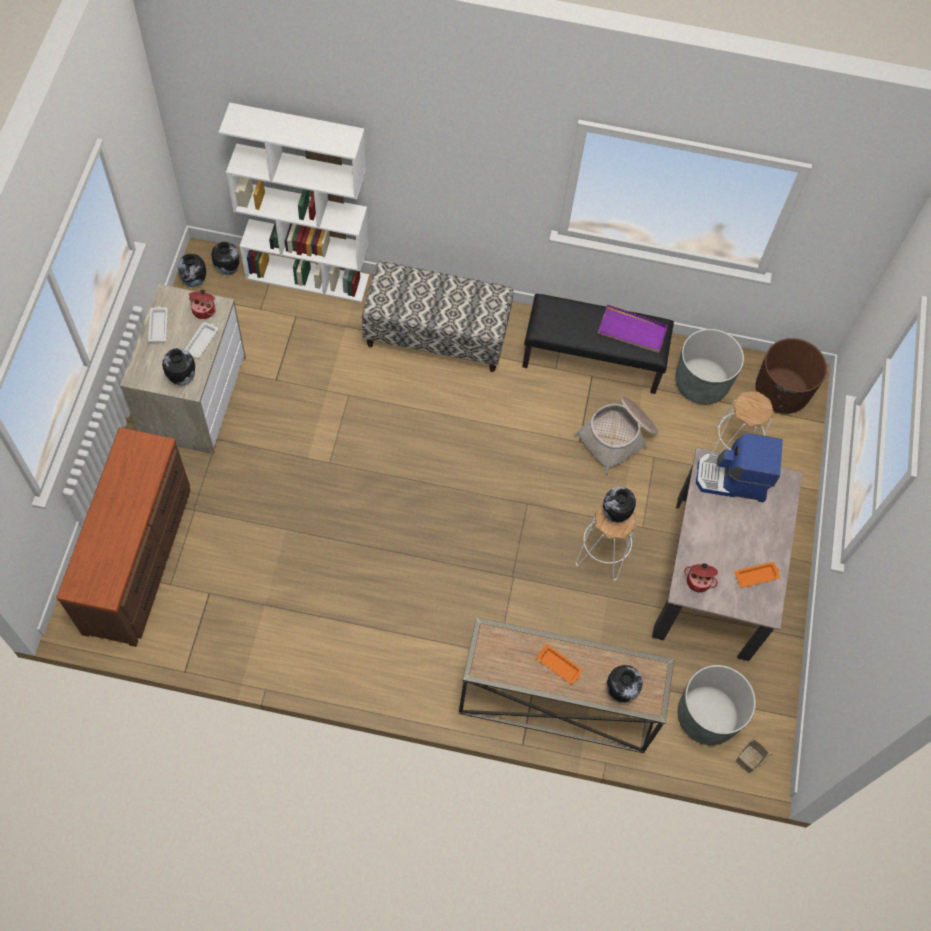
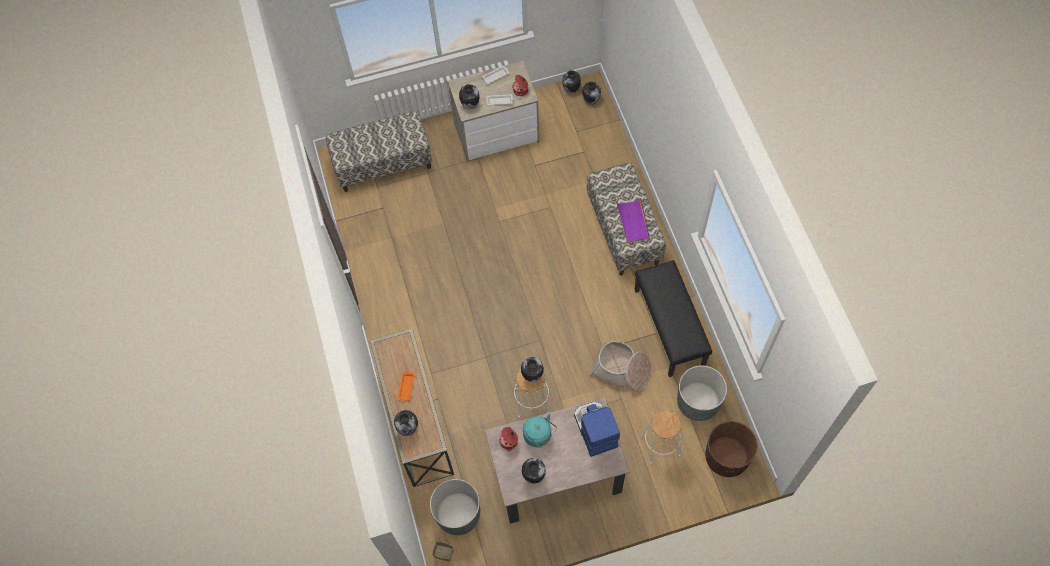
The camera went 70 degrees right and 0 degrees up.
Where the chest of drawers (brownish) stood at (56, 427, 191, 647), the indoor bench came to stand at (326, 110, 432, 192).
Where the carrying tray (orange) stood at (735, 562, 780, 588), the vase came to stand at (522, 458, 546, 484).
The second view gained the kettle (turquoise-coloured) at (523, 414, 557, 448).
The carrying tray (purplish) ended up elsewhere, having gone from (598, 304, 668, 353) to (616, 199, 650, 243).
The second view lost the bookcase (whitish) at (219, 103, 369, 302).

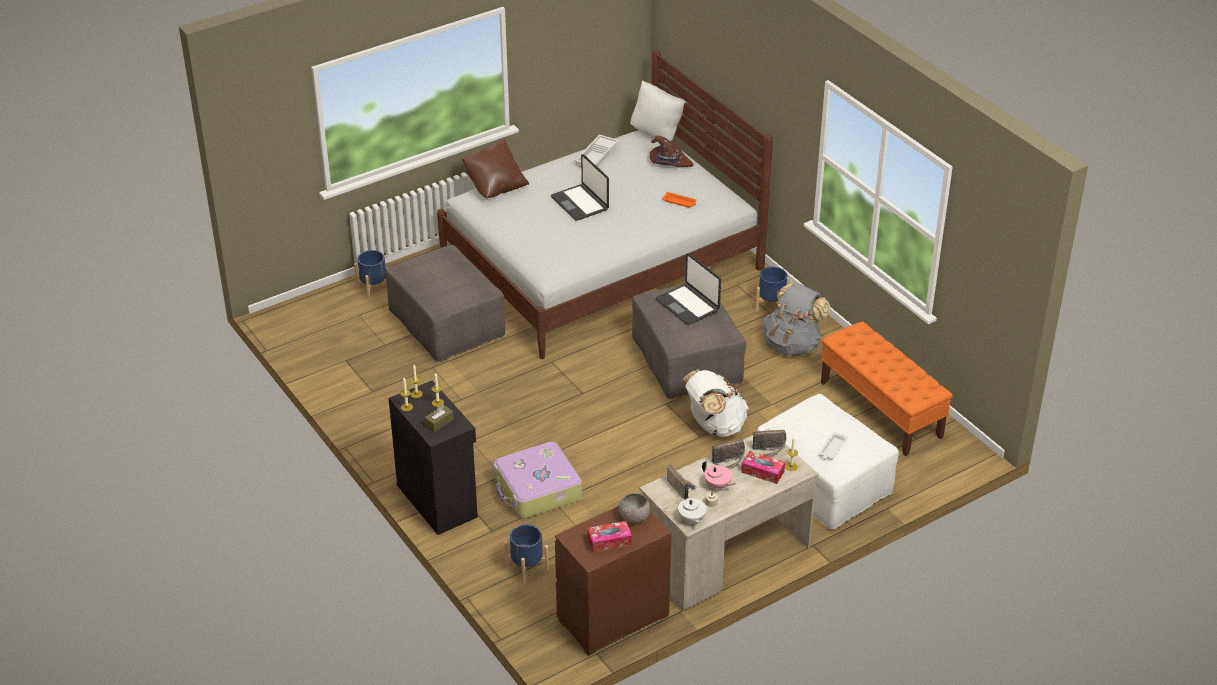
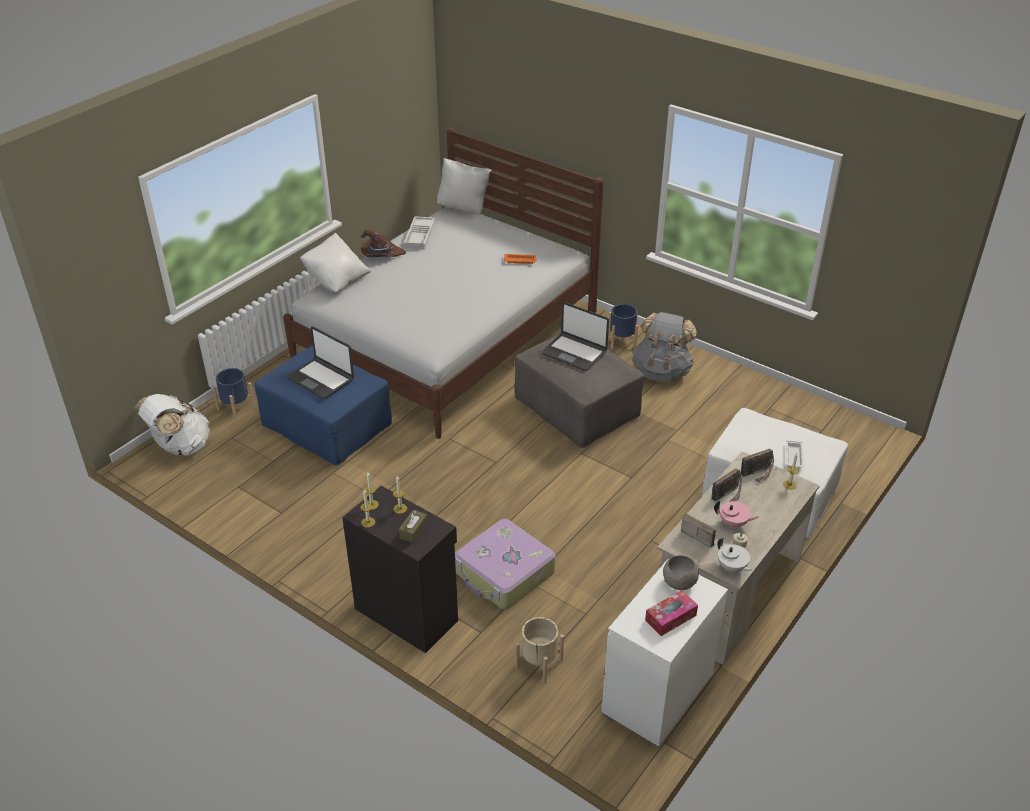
The camera went 20 degrees left and 0 degrees up.
The rucksack (whitish) ended up elsewhere, having gone from (682, 370, 749, 437) to (135, 394, 210, 456).
What was the pouffe (greyish) at (385, 245, 505, 362) turned into the pouffe (blue) at (255, 346, 392, 465).
The notebook computer ended up elsewhere, having gone from (551, 154, 609, 221) to (287, 326, 354, 399).
What was the pillow (brownish) at (462, 139, 529, 198) turned into the pillow (whitish) at (300, 232, 371, 292).
The hat (brownish) ended up elsewhere, having gone from (650, 136, 694, 168) to (361, 229, 406, 257).
What was the planter (blue) at (504, 524, 549, 584) turned into the planter (sand-coloured) at (516, 617, 564, 684).
What was the chest of drawers (brownish) at (555, 506, 672, 656) turned into the chest of drawers (whitish) at (601, 559, 728, 748).
The second view lost the box of tissues at (741, 451, 785, 484).
The second view lost the indoor bench (orange) at (821, 322, 953, 456).

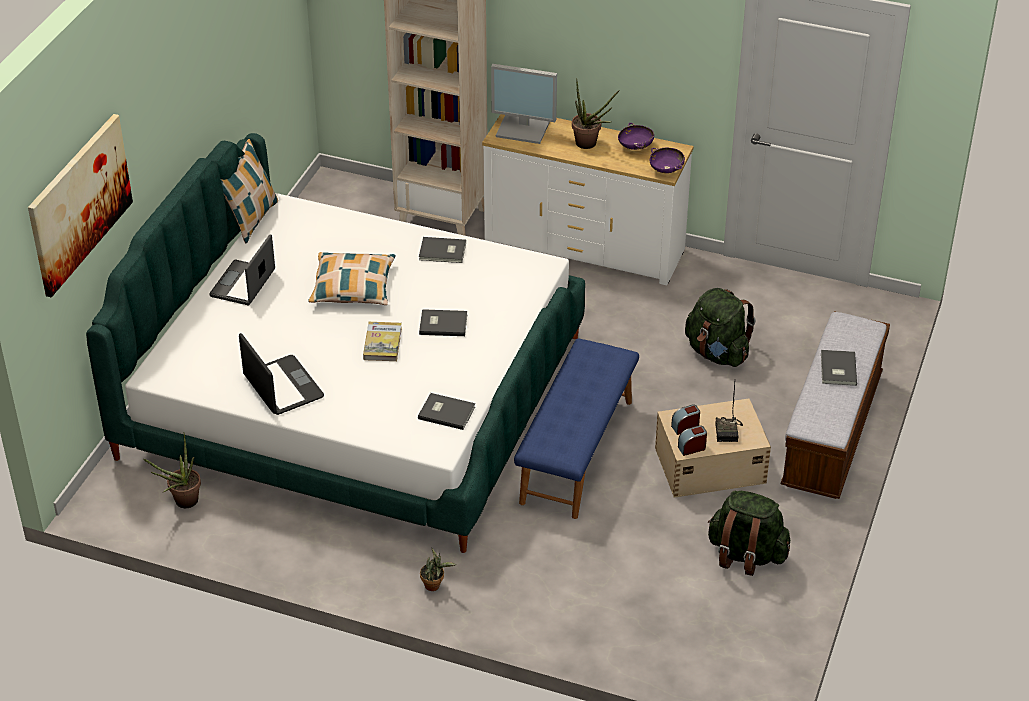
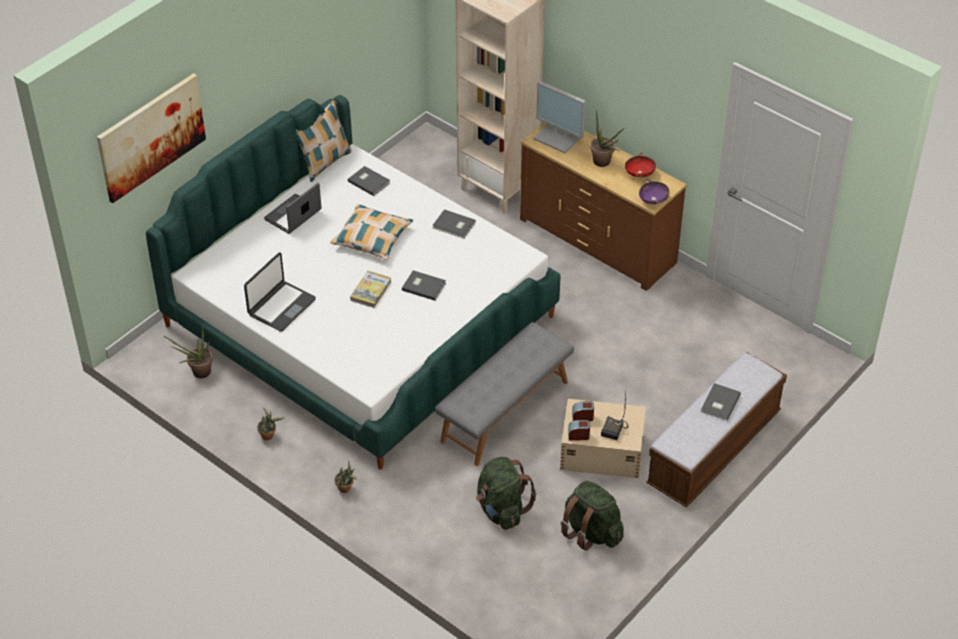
The camera went 20 degrees right and 5 degrees up.
The notebook computer at (239, 333, 324, 415) ended up facing another way, 45 degrees clockwise from before.
The second view gained the plant in a pot at (257, 408, 285, 440).
The volume (greyish) ended up elsewhere, having gone from (418, 393, 475, 430) to (348, 166, 390, 196).
What was the indoor bench (blue) at (514, 338, 639, 519) turned into the indoor bench (greyish) at (435, 322, 574, 466).
The rucksack (green) ended up elsewhere, having gone from (685, 288, 756, 367) to (476, 457, 537, 530).
What was the chest of drawers (whitish) at (482, 114, 694, 285) turned into the chest of drawers (brownish) at (520, 123, 687, 291).
What was the serving bowl (purplish) at (618, 123, 654, 150) turned into the serving bowl (red) at (625, 153, 656, 178).

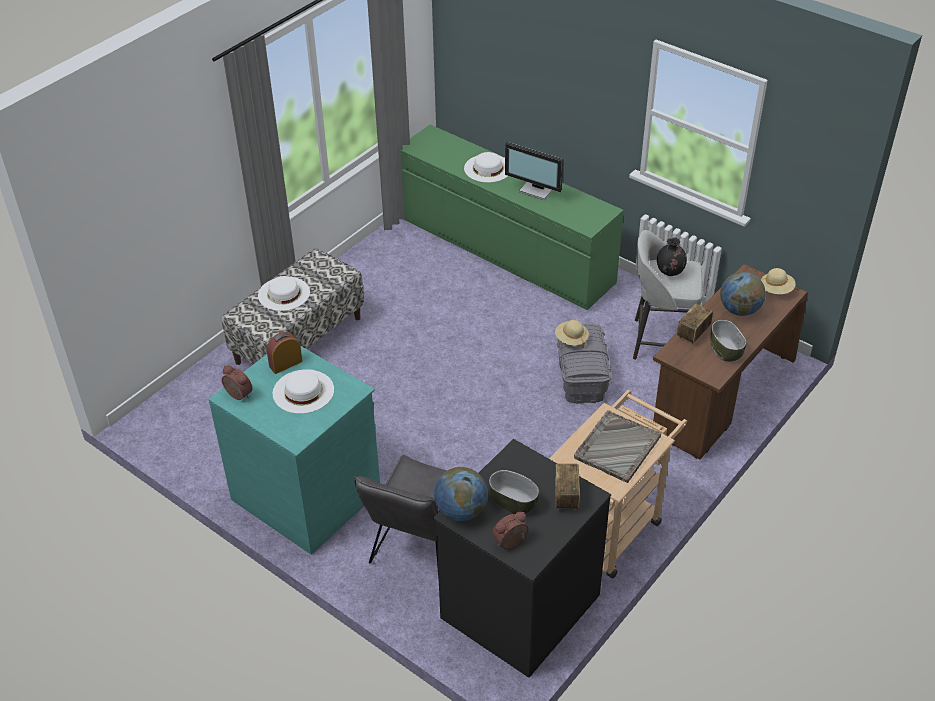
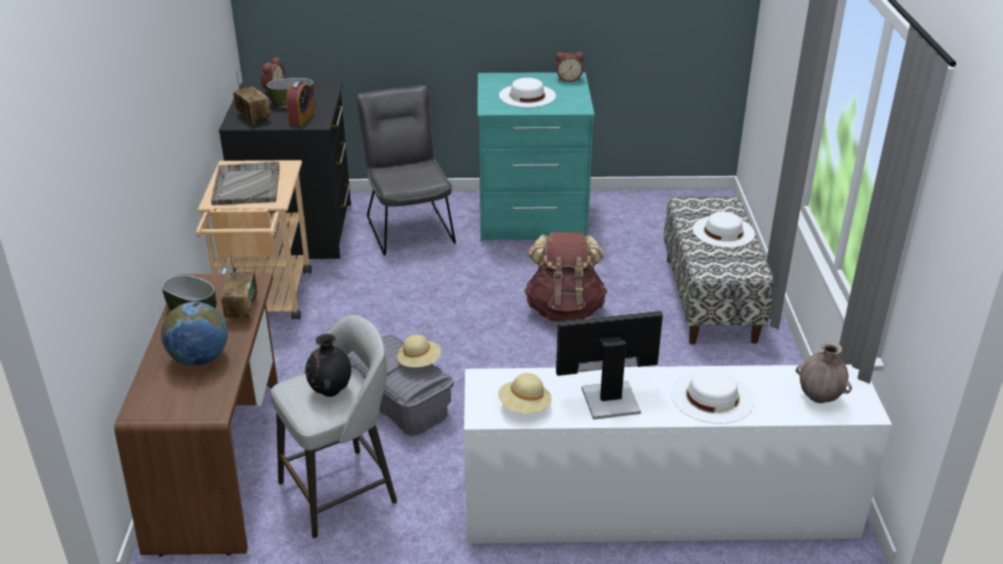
The camera went 140 degrees right and 10 degrees down.
The bedside clock ended up elsewhere, having gone from (267, 332, 303, 374) to (286, 81, 314, 126).
What was the chest of drawers (green) at (400, 125, 624, 310) turned into the chest of drawers (whitish) at (464, 365, 892, 544).
The hat (sand-coloured) ended up elsewhere, having gone from (761, 268, 796, 294) to (498, 373, 552, 414).
The second view gained the rucksack (brownish) at (524, 232, 607, 322).
The second view gained the vase (brownish) at (796, 341, 852, 403).
The second view lost the world globe at (434, 467, 488, 521).

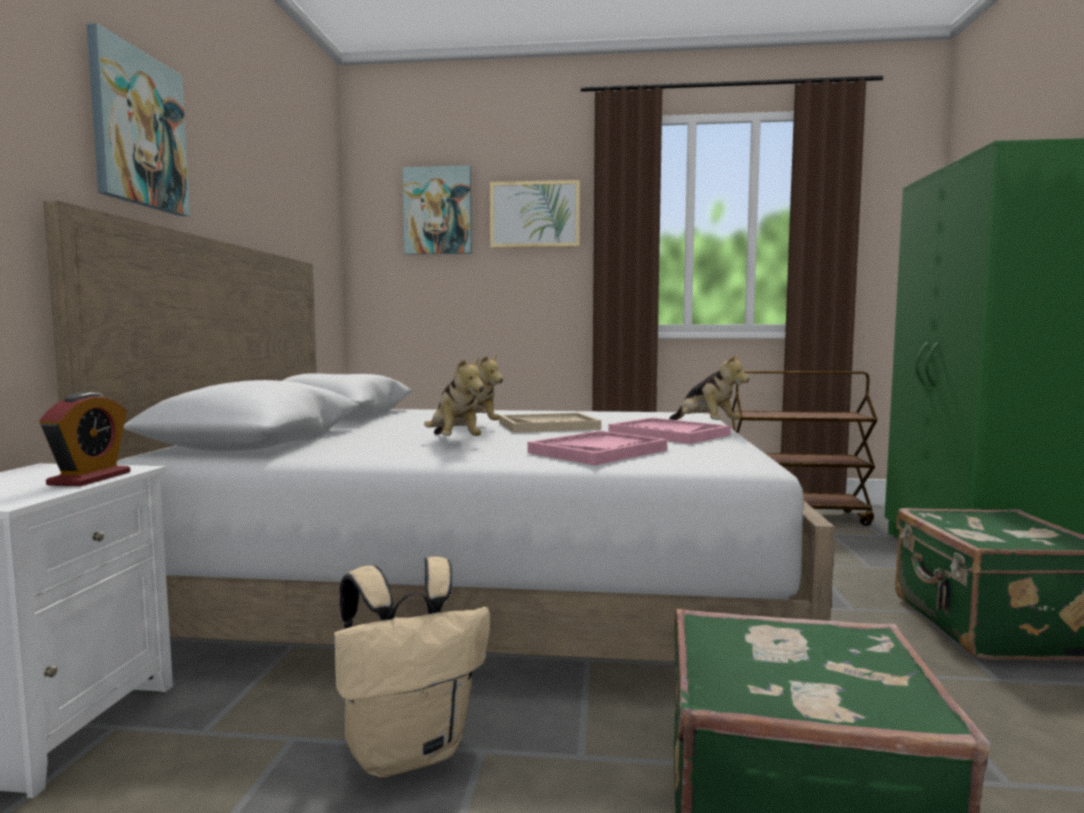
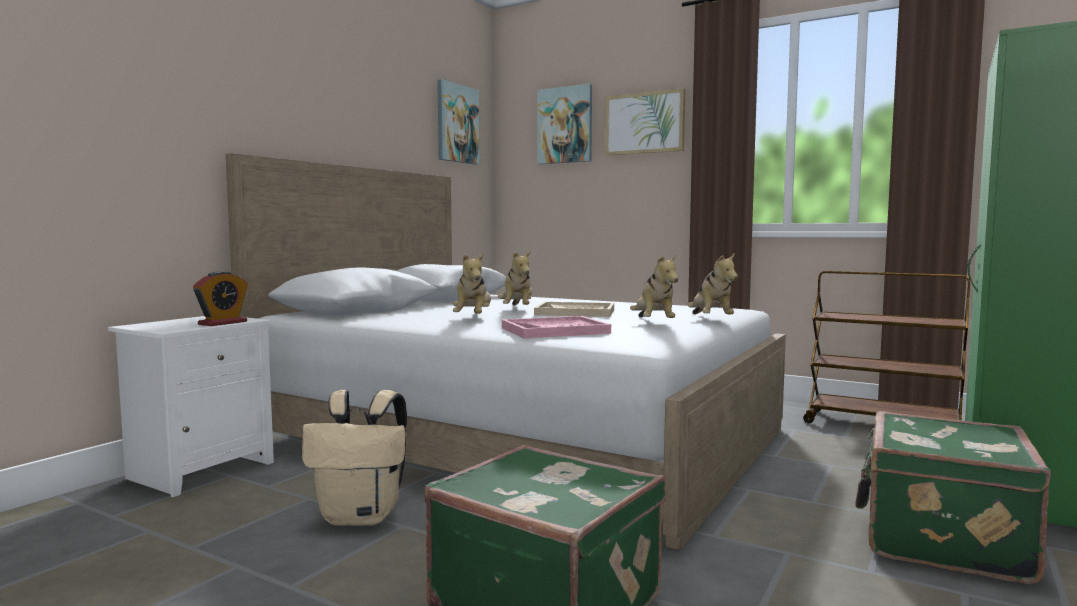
The camera went 25 degrees right and 0 degrees up.
The wall art ended up elsewhere, having gone from (87, 23, 190, 216) to (437, 79, 480, 165).
Where the carrying tray (pinkish) stood at (608, 418, 731, 444), the soft toy came to stand at (630, 254, 678, 318).

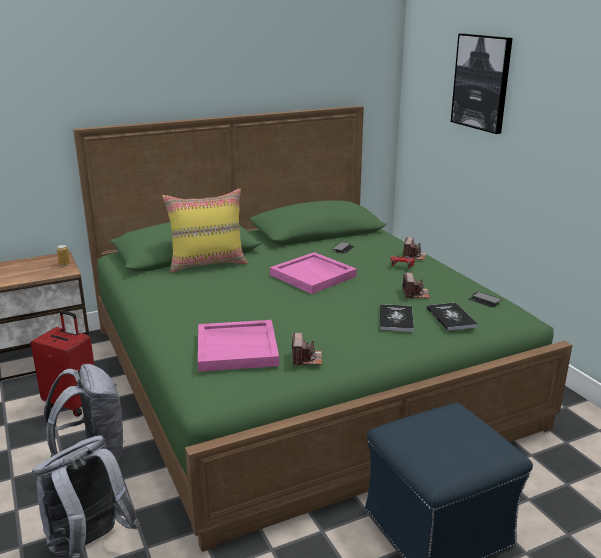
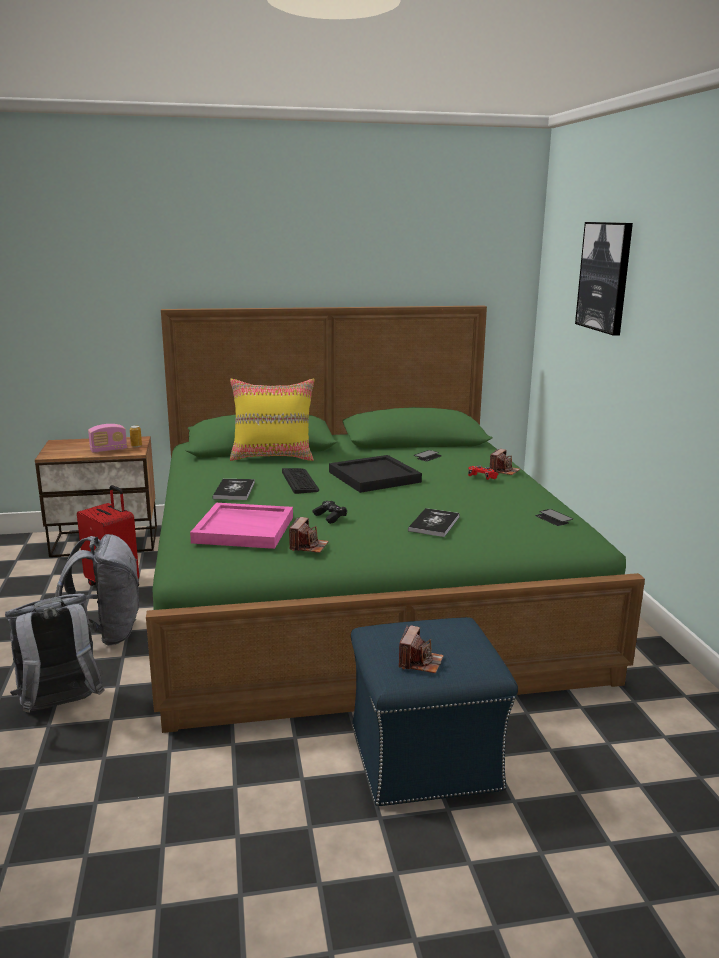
The camera went 15 degrees right and 5 degrees down.
The second view gained the radio at (88, 424, 127, 453).
The volume ended up elsewhere, having gone from (427, 302, 478, 331) to (213, 479, 255, 500).
The second view gained the computer keyboard at (282, 468, 319, 494).
The second view gained the gamepad (blackish) at (312, 501, 347, 524).
What was the carrying tray (pinkish) at (270, 252, 357, 294) turned into the carrying tray (blackish) at (329, 455, 422, 493).
The still camera ended up elsewhere, having gone from (403, 272, 430, 299) to (399, 625, 444, 673).

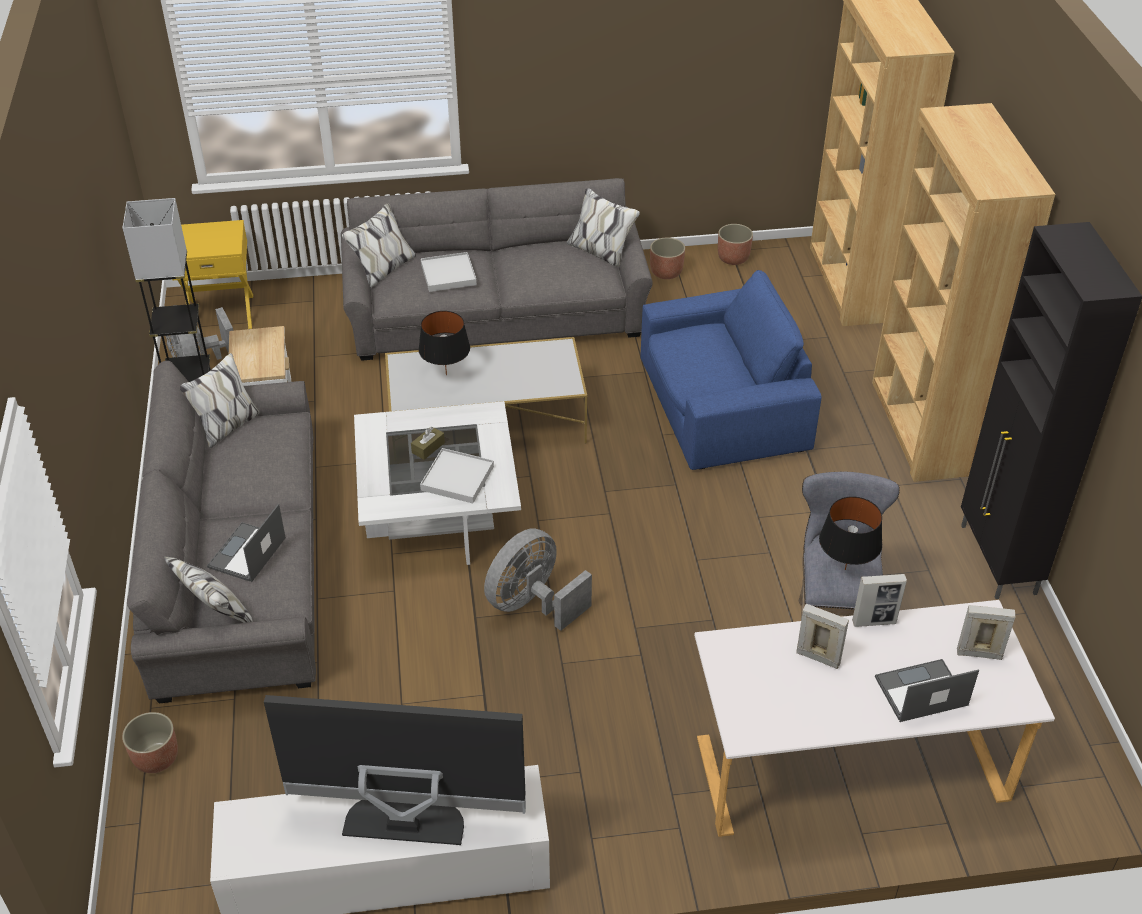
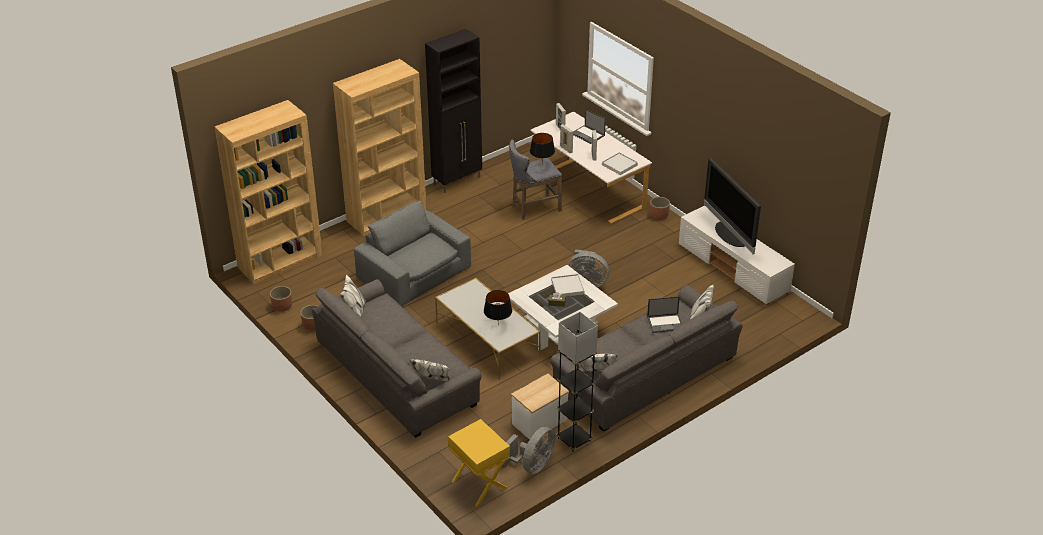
The camera went 120 degrees left and 5 degrees down.
What was the armchair (blue) at (641, 270, 822, 470) turned into the armchair (greyish) at (354, 201, 471, 306).
The carrying tray (whitish) ended up elsewhere, having gone from (421, 252, 477, 292) to (602, 152, 638, 175).
The planter ended up elsewhere, having gone from (122, 712, 178, 773) to (650, 197, 670, 220).

